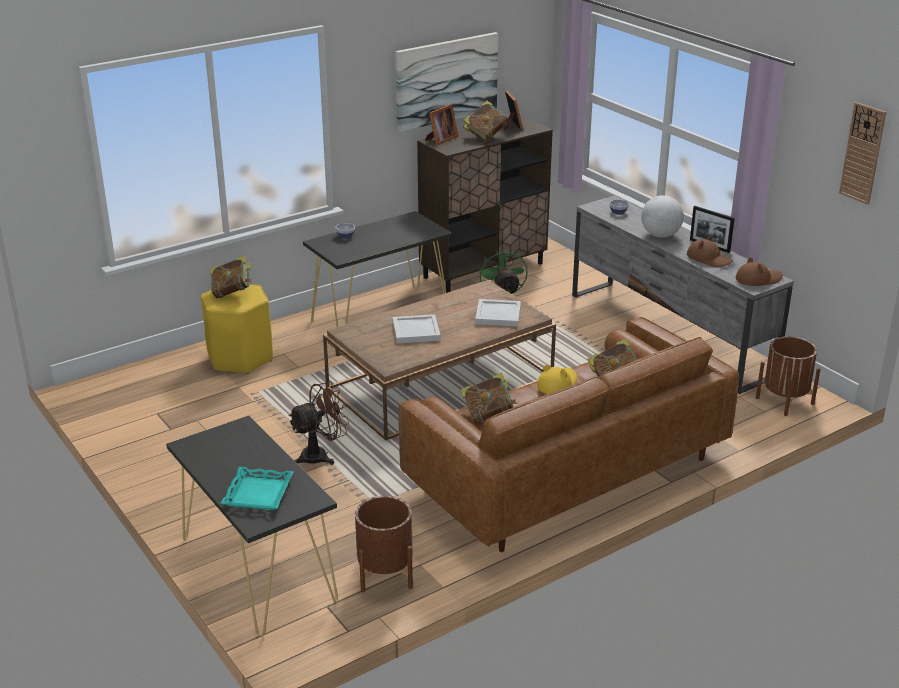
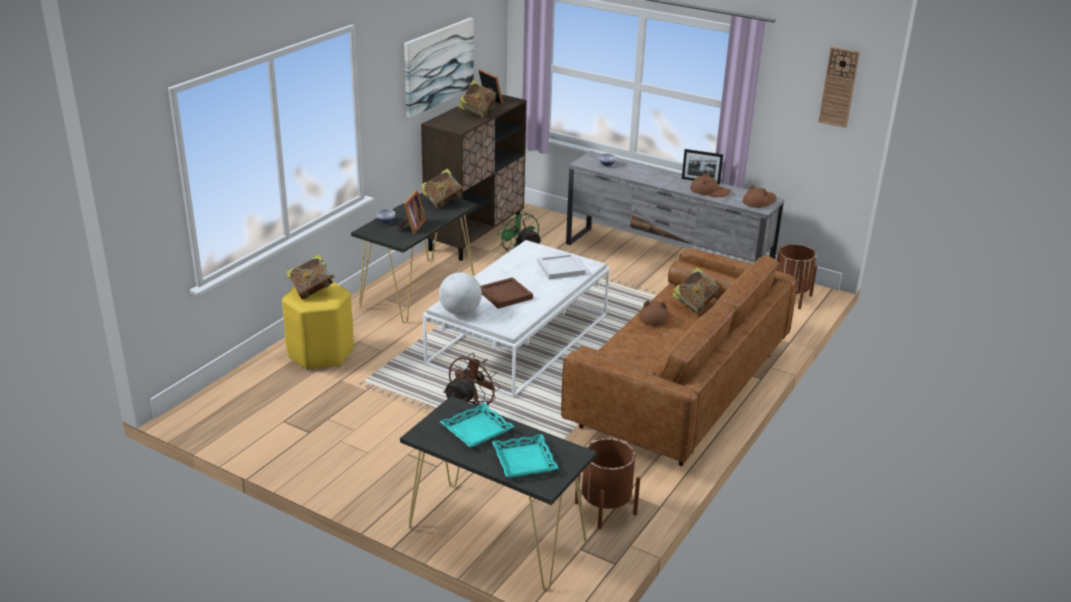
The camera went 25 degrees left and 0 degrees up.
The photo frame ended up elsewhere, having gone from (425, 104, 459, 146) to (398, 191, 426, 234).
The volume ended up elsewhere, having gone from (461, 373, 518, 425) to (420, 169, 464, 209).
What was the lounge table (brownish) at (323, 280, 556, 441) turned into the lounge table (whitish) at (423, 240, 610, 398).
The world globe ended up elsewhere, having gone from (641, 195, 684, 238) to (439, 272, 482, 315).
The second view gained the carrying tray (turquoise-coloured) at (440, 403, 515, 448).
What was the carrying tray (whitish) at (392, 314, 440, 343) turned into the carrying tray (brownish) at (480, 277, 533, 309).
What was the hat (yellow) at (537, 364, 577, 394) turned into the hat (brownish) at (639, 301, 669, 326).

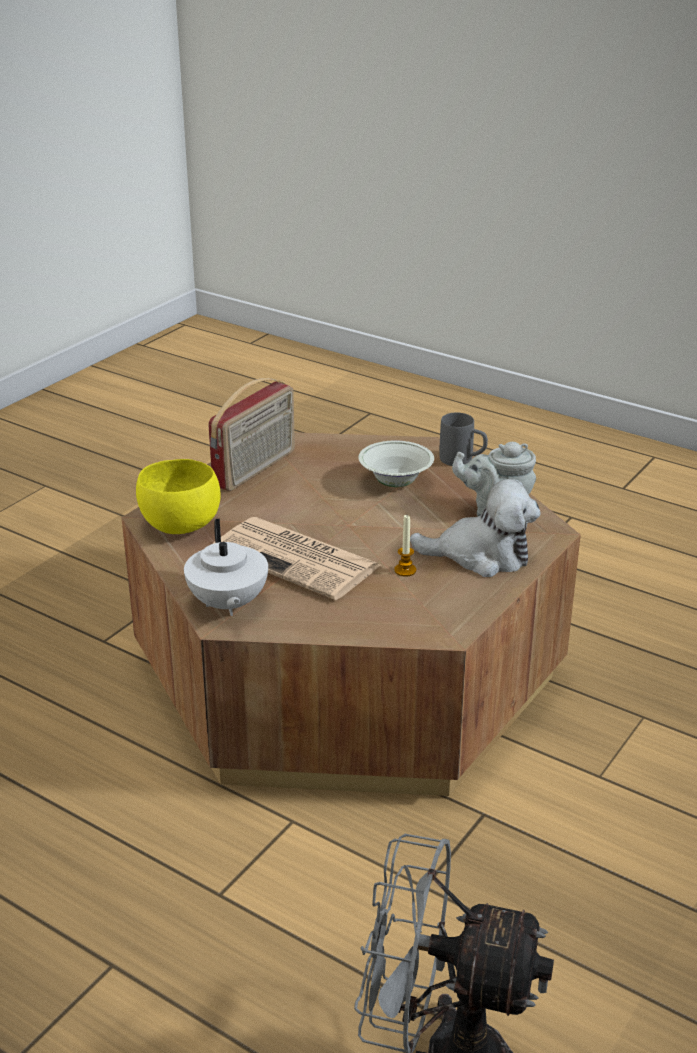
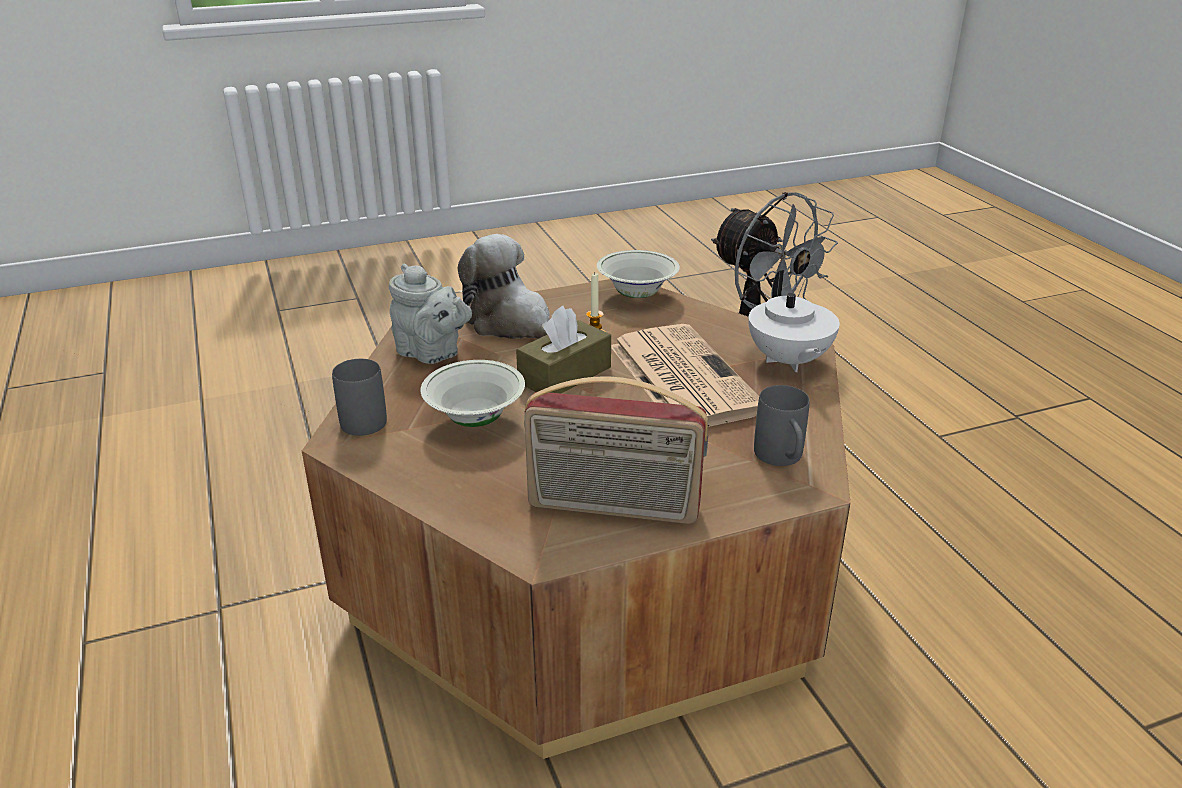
The camera went 145 degrees left and 0 degrees up.
The second view gained the box of tissues (brownish) at (516, 306, 611, 394).
The radio at (208, 378, 295, 491) ended up facing another way, 150 degrees counterclockwise from before.
The second view gained the serving bowl (whitish) at (597, 250, 680, 298).
The pot for tea (whitish) at (184, 518, 268, 616) ended up facing another way, 150 degrees clockwise from before.
Where the serving bowl (yellow) stood at (136, 459, 221, 534), the mug (greyish) came to stand at (754, 385, 810, 466).

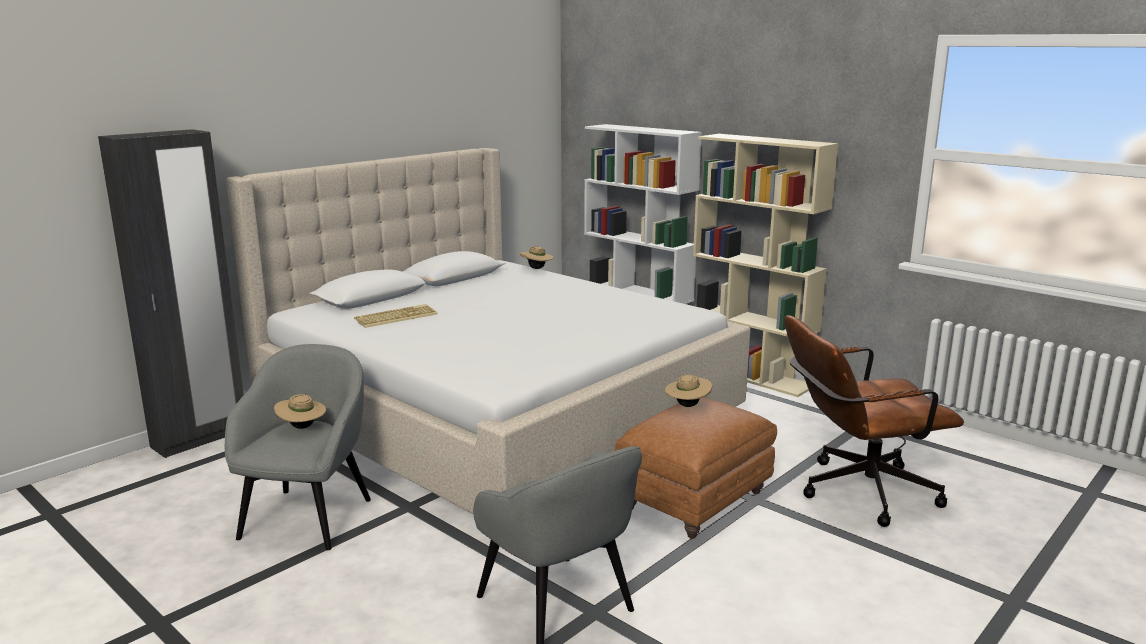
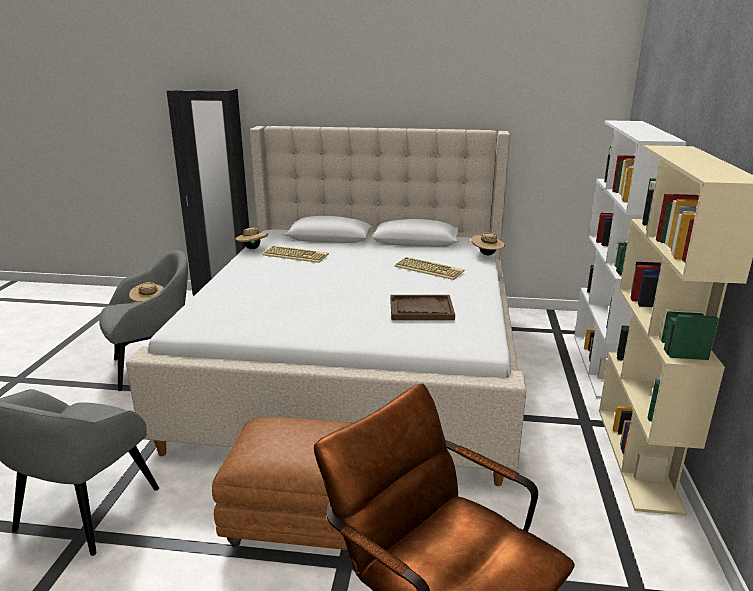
The camera went 55 degrees right and 5 degrees up.
The hat (sand-coloured) ended up elsewhere, having gone from (665, 372, 712, 407) to (236, 227, 268, 249).
The second view gained the carrying tray (brownish) at (390, 295, 455, 320).
The second view gained the computer keyboard at (394, 257, 464, 280).

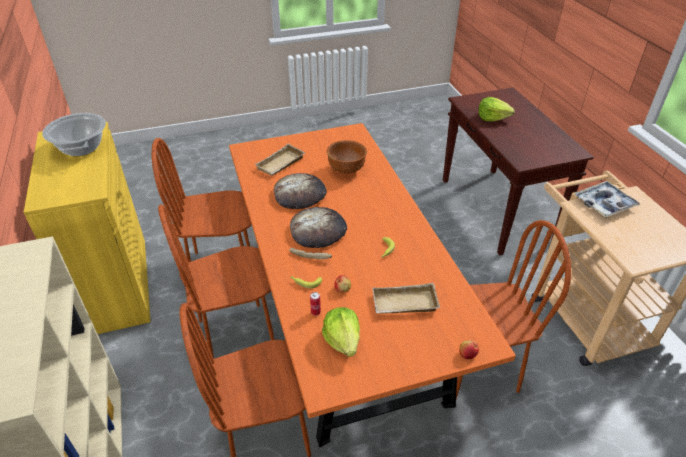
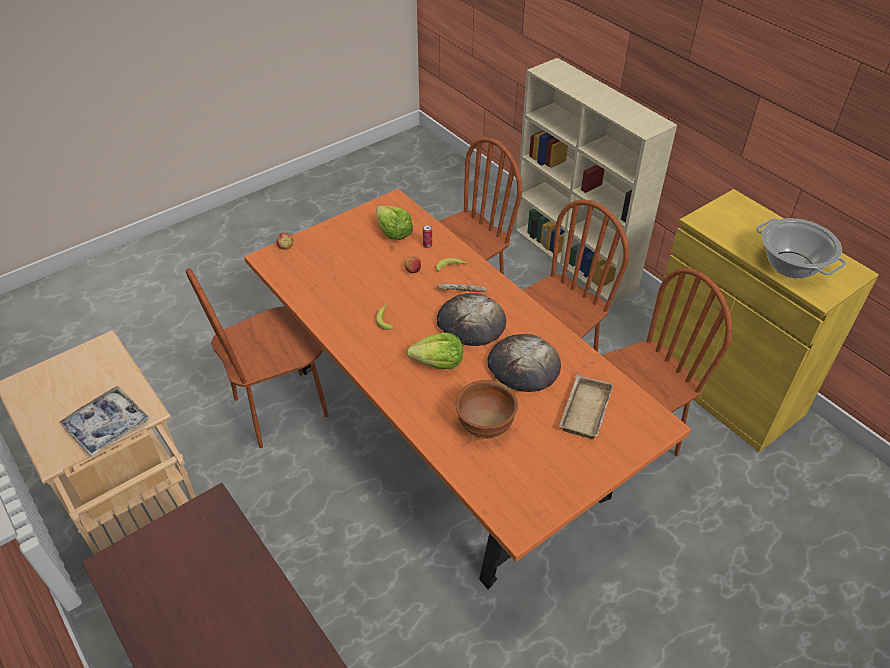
The camera went 160 degrees right and 5 degrees up.
The lettuce ended up elsewhere, having gone from (479, 97, 515, 121) to (407, 333, 463, 369).
The second view lost the carrying tray (sand-coloured) at (372, 283, 440, 314).

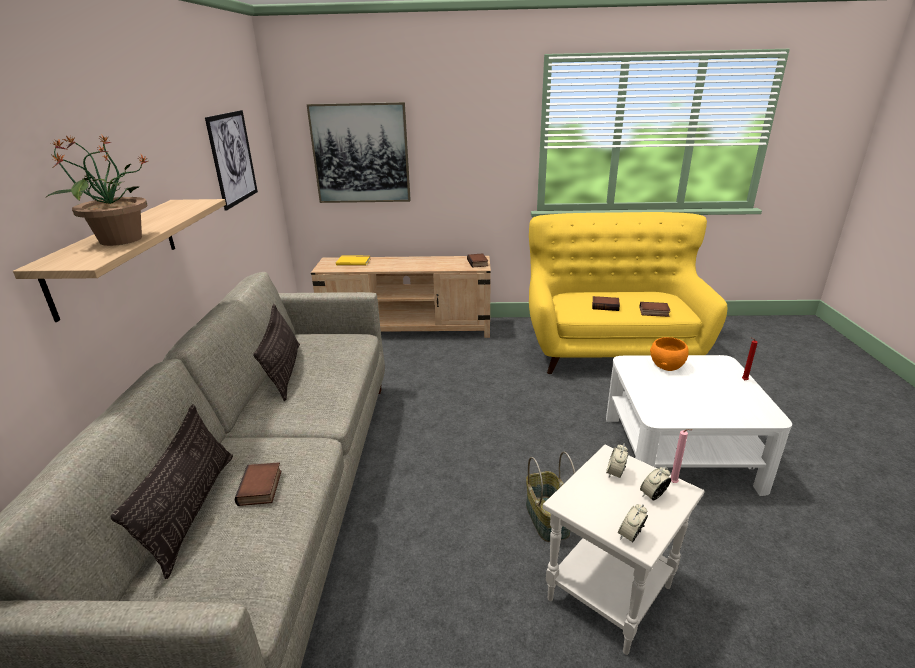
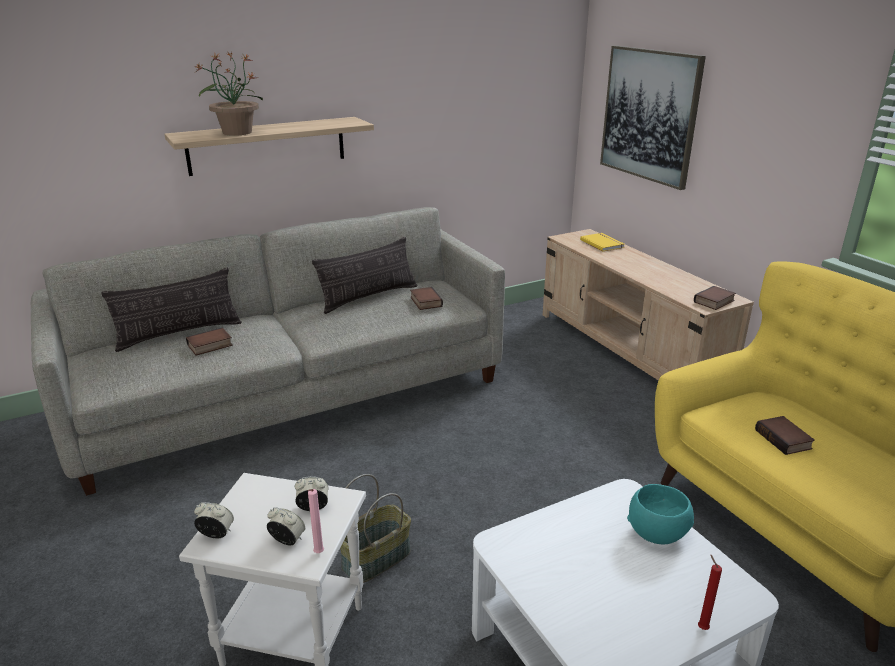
The camera went 60 degrees right and 0 degrees up.
The volume ended up elsewhere, having gone from (639, 302, 671, 317) to (410, 287, 443, 310).
What was the serving bowl (orange) at (650, 337, 689, 371) turned into the serving bowl (turquoise-coloured) at (627, 484, 694, 544).
The second view lost the wall art at (205, 110, 258, 211).

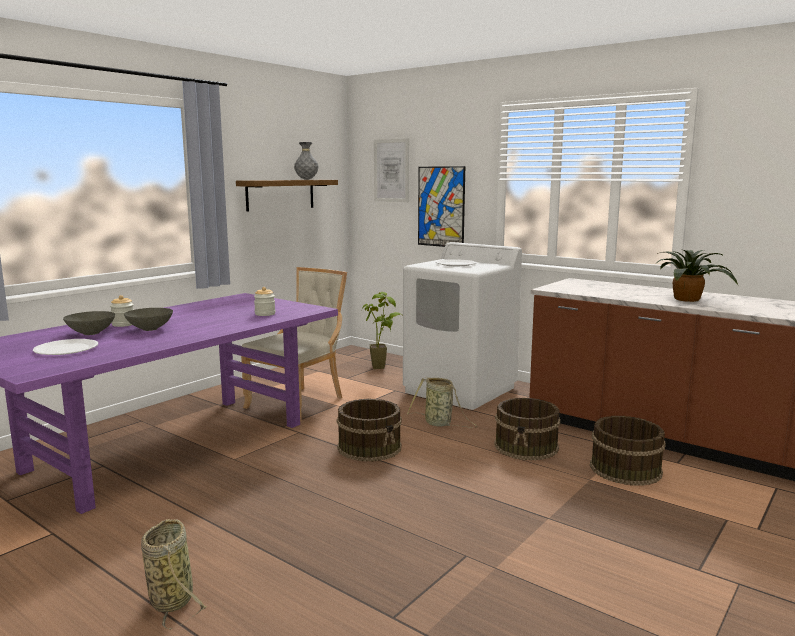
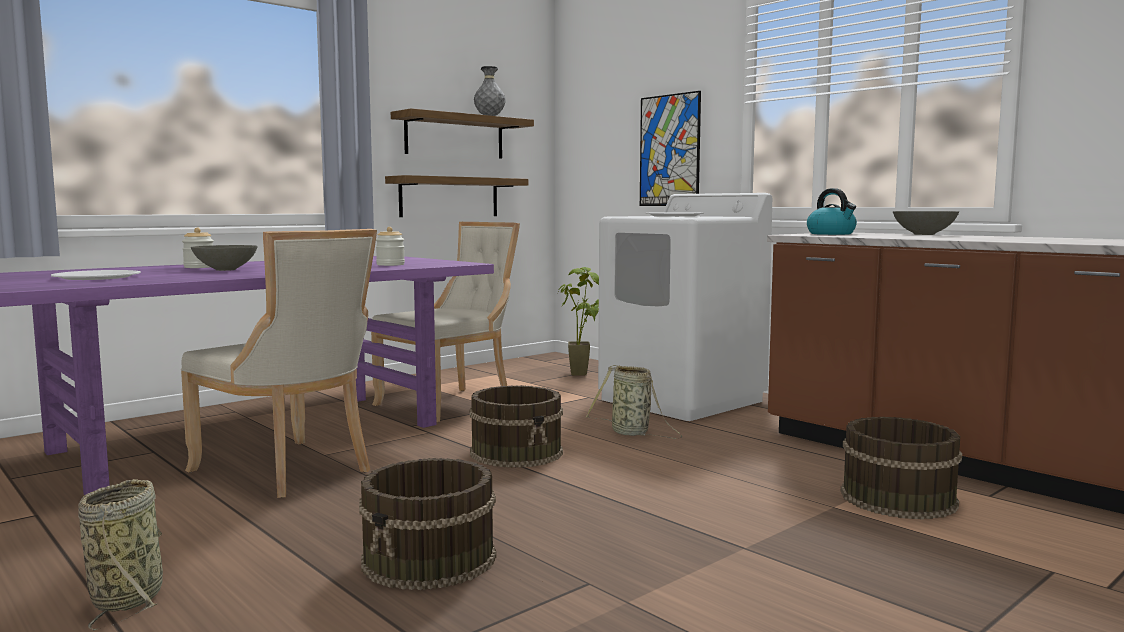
The camera went 10 degrees right and 5 degrees down.
The second view gained the plain chair (sand-coloured) at (181, 229, 377, 498).
The pail (brownish) ended up elsewhere, having gone from (494, 398, 561, 460) to (359, 458, 496, 590).
The second view gained the wall shelf at (385, 175, 528, 217).
The second view gained the kettle at (807, 188, 857, 235).
The serving bowl (greyish) ended up elsewhere, having gone from (63, 311, 115, 335) to (893, 211, 959, 235).
The second view lost the wall art at (374, 138, 409, 202).
The second view lost the plant in a pot at (656, 250, 738, 302).

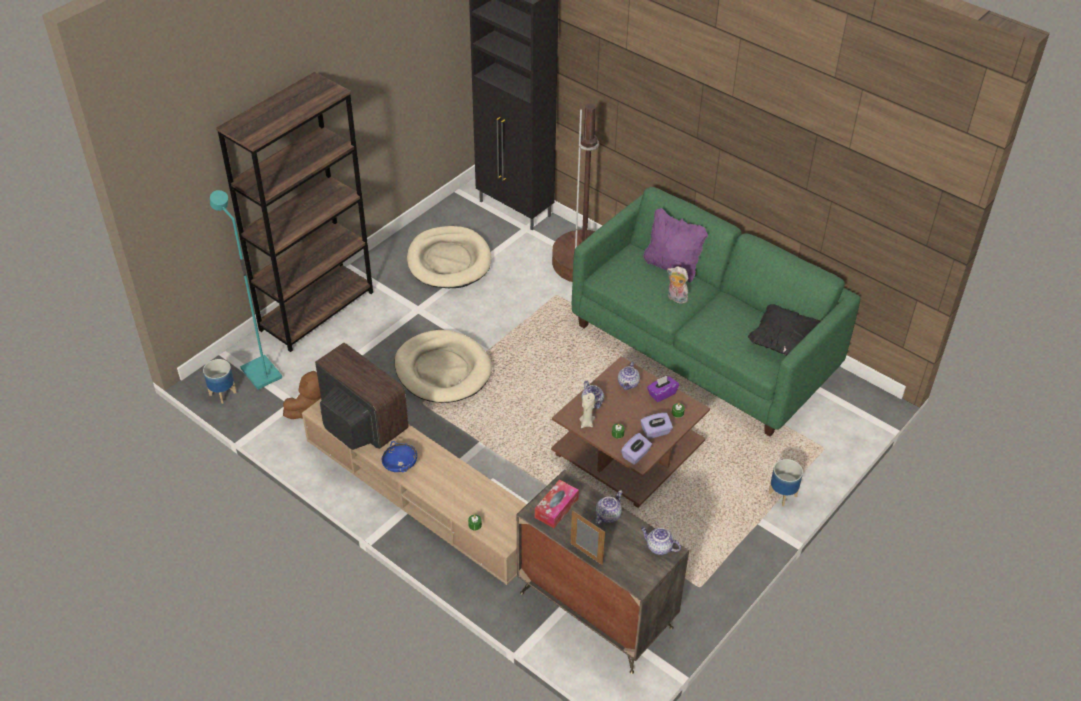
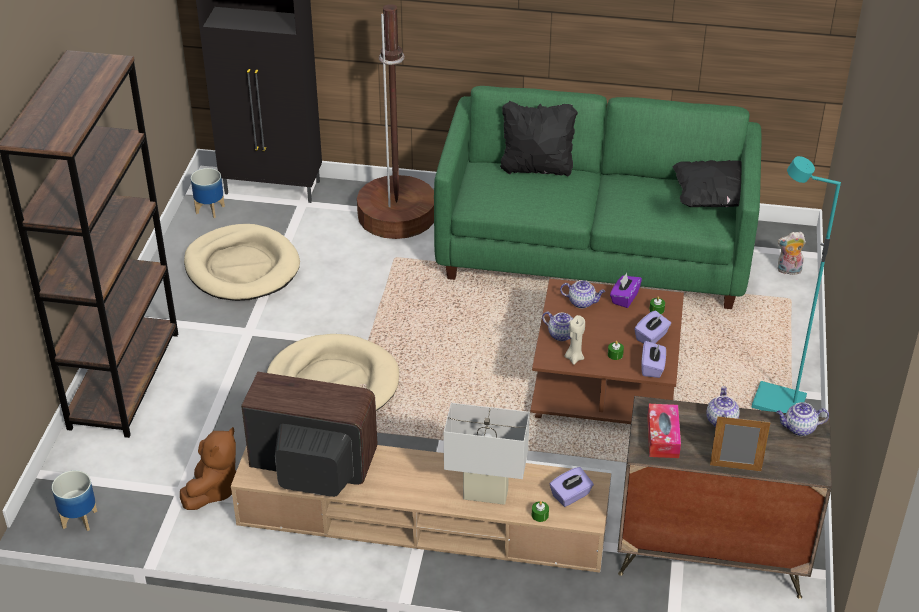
The camera went 30 degrees left and 5 degrees down.
The planter ended up elsewhere, having gone from (768, 459, 803, 506) to (191, 168, 225, 218).
The second view gained the tabletop lamp (whitish) at (444, 403, 530, 505).
What was the pillow (purplish) at (643, 208, 708, 283) turned into the pillow (blackish) at (500, 101, 578, 176).
The second view gained the box of tissues (purplish) at (550, 467, 594, 507).
The pot for tea at (618, 362, 640, 390) ended up facing another way, 60 degrees counterclockwise from before.
The standing lamp (turquoise-coloured) ended up elsewhere, having gone from (210, 190, 282, 390) to (751, 156, 841, 413).
The soft toy ended up elsewhere, having gone from (667, 266, 689, 304) to (777, 232, 806, 275).
The second view lost the serving bowl (blue) at (382, 441, 417, 472).

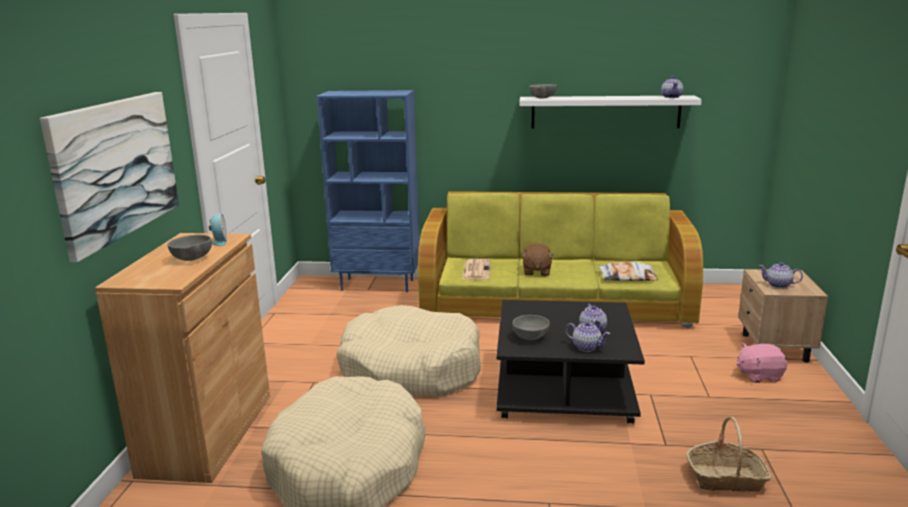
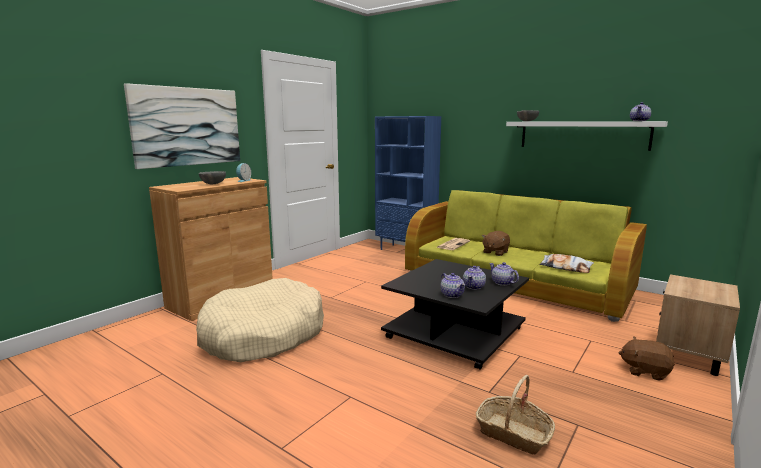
The camera went 30 degrees right and 5 degrees down.
The pot for tea ended up elsewhere, having gone from (759, 262, 803, 288) to (489, 262, 519, 286).
What was the soft toy (pinkish) at (736, 343, 787, 383) turned into the soft toy (brownish) at (618, 337, 675, 381).
The second view lost the dog cushion (sand-coloured) at (337, 305, 481, 396).
The second view lost the serving bowl (greyish) at (512, 315, 550, 340).

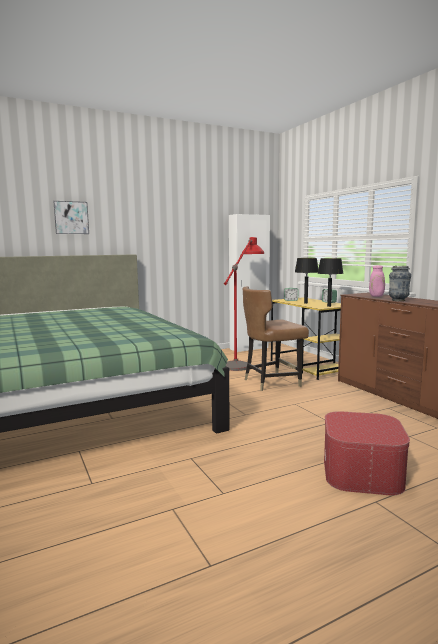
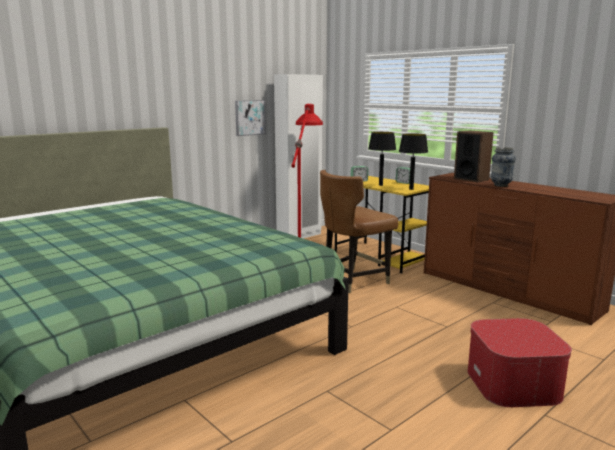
The camera went 15 degrees left and 5 degrees up.
The wall art ended up elsewhere, having gone from (53, 201, 89, 234) to (235, 100, 266, 136).
Where the vase (pinkish) stood at (369, 266, 385, 297), the audio speaker came to stand at (454, 131, 494, 183).

